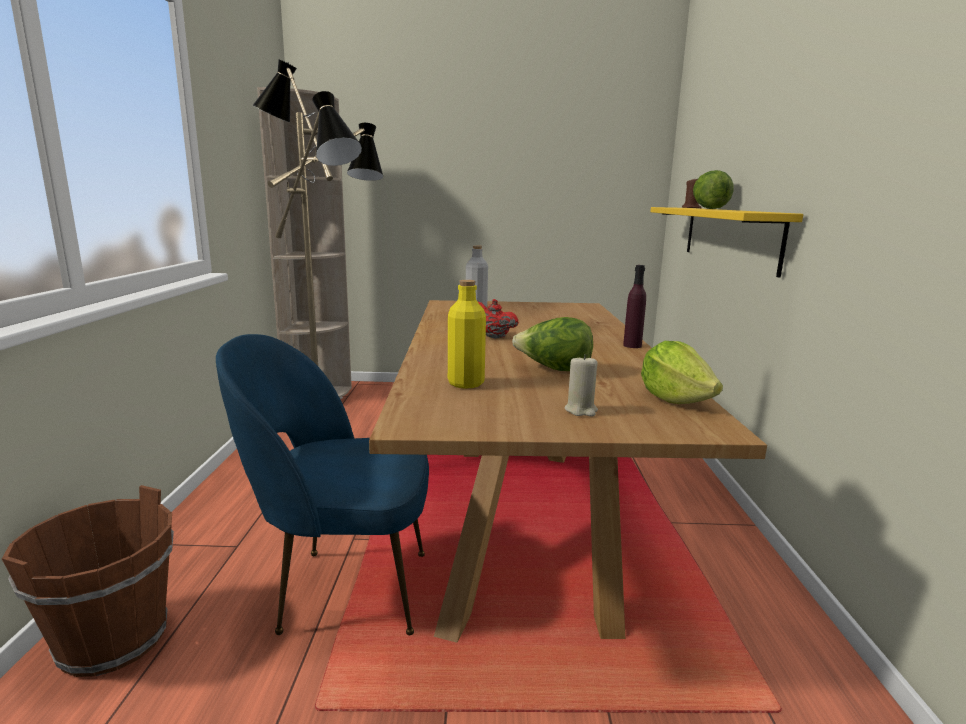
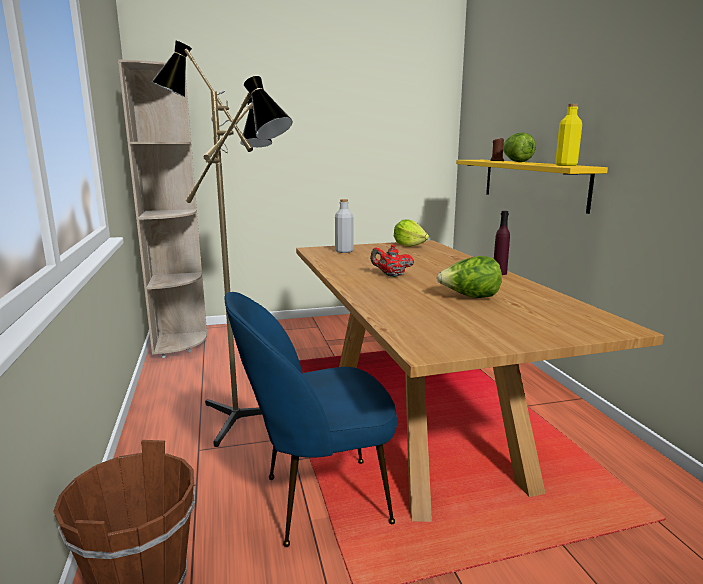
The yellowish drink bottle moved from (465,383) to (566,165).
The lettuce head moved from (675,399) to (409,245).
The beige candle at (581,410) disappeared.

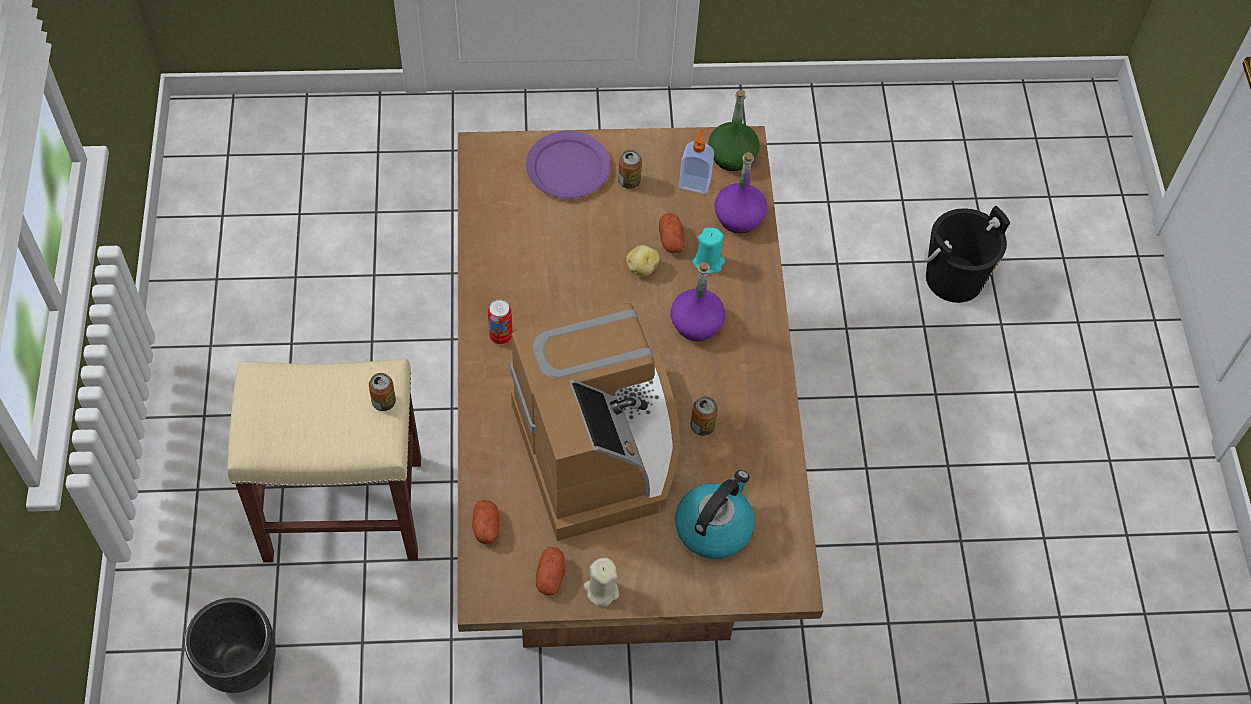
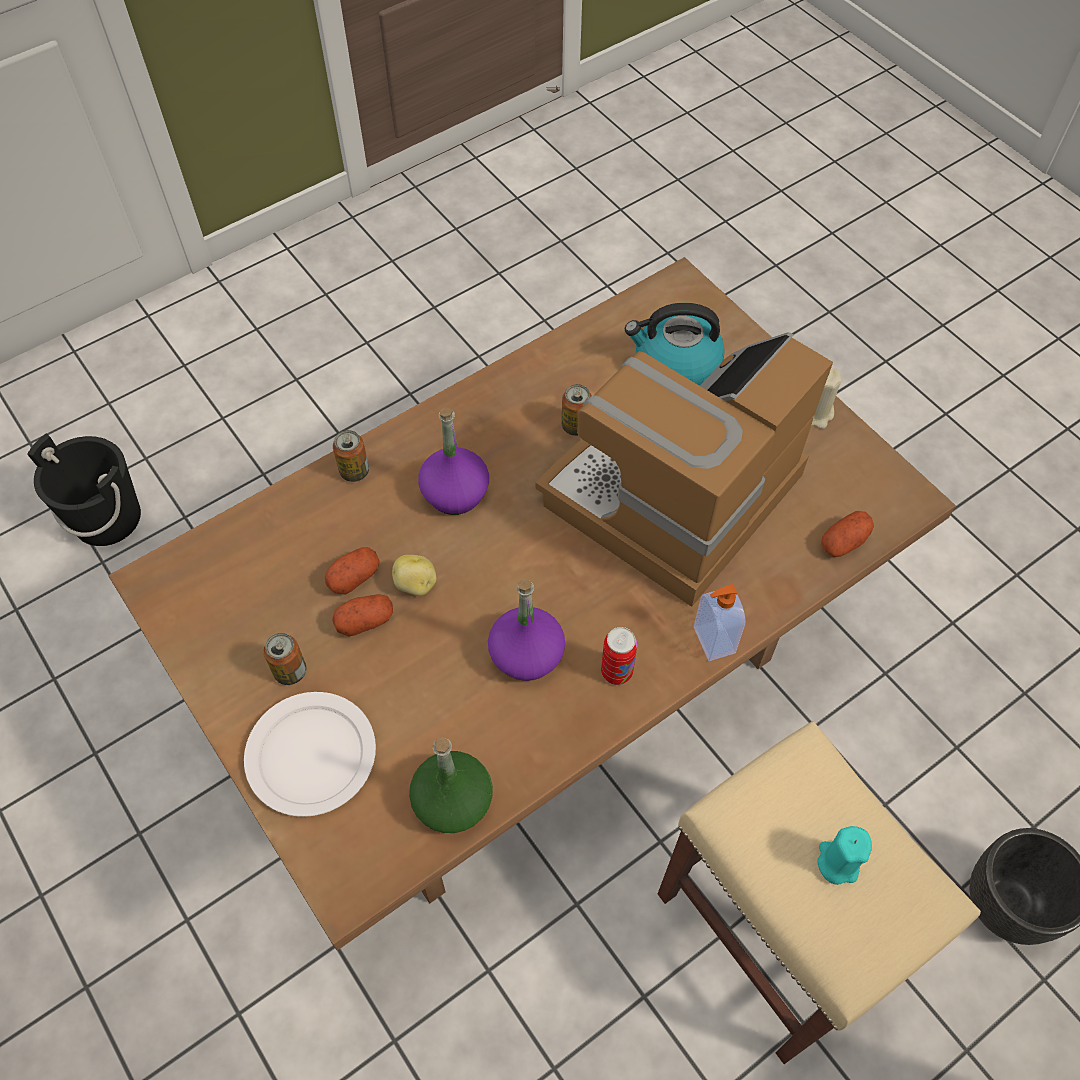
The green-coloured drink bottle moved from (731,156) to (453,801).
The liquid soap bottle moved from (695,183) to (712,641).
The purplish plate at (568,168) became the white plate at (311,754).
The purplish drink bottle moved from (739,217) to (526,655).
The turquoise candle moved from (708,262) to (838,862).
The sealed can moved from (384,402) to (354,471).
The whole potato moved from (550,576) to (365,621).

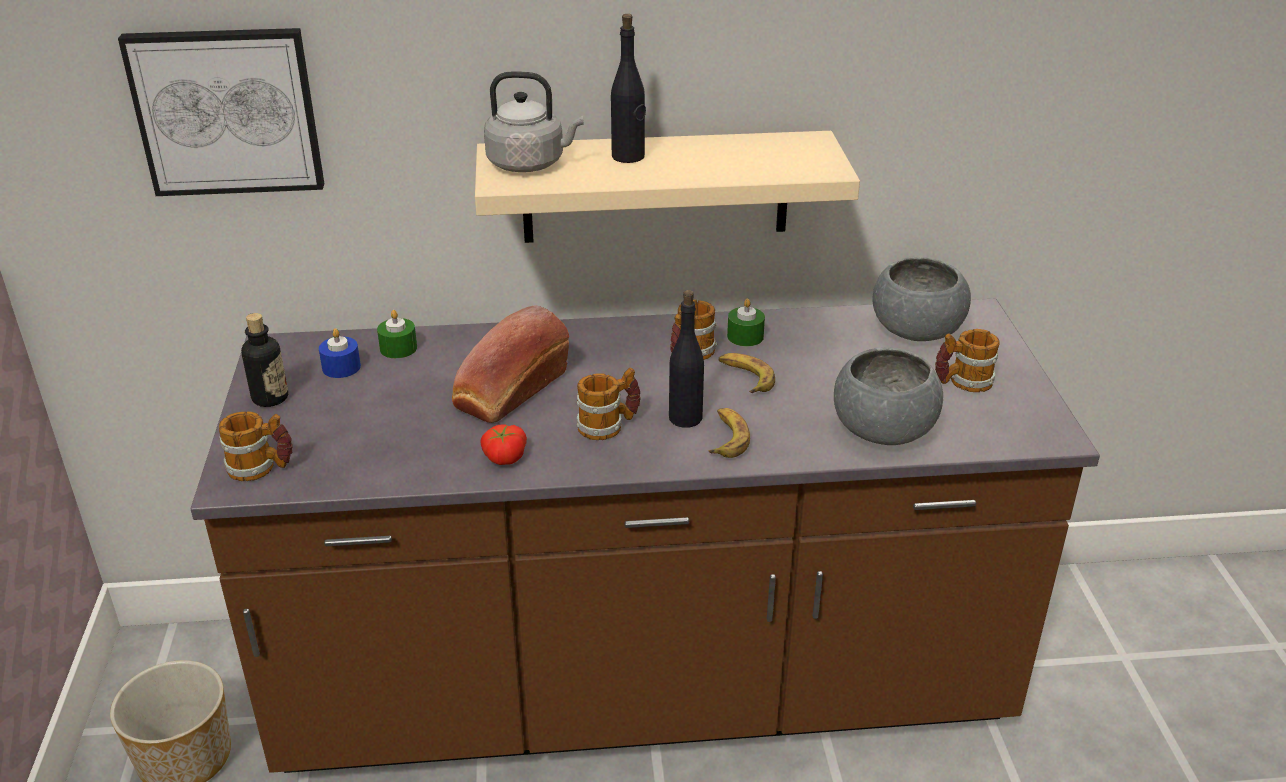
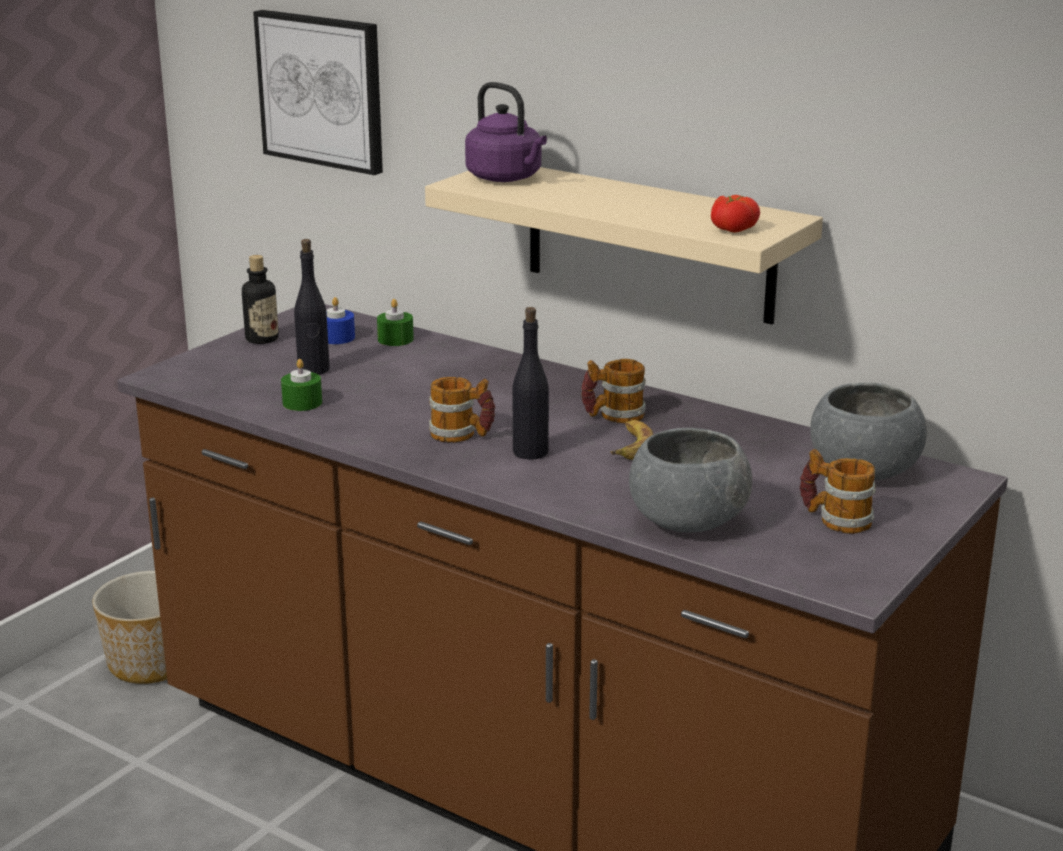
The blackish drink bottle moved from (628,157) to (313,370).
The greyish water kettle at (530,164) became the purplish water kettle at (507,178).
The green-coloured candle moved from (745,336) to (302,403).
The baked bread at (509,391) disappeared.
The banana at (726,437) disappeared.
The mug at (261,468) disappeared.
The fresh tomato moved from (503,457) to (731,229).

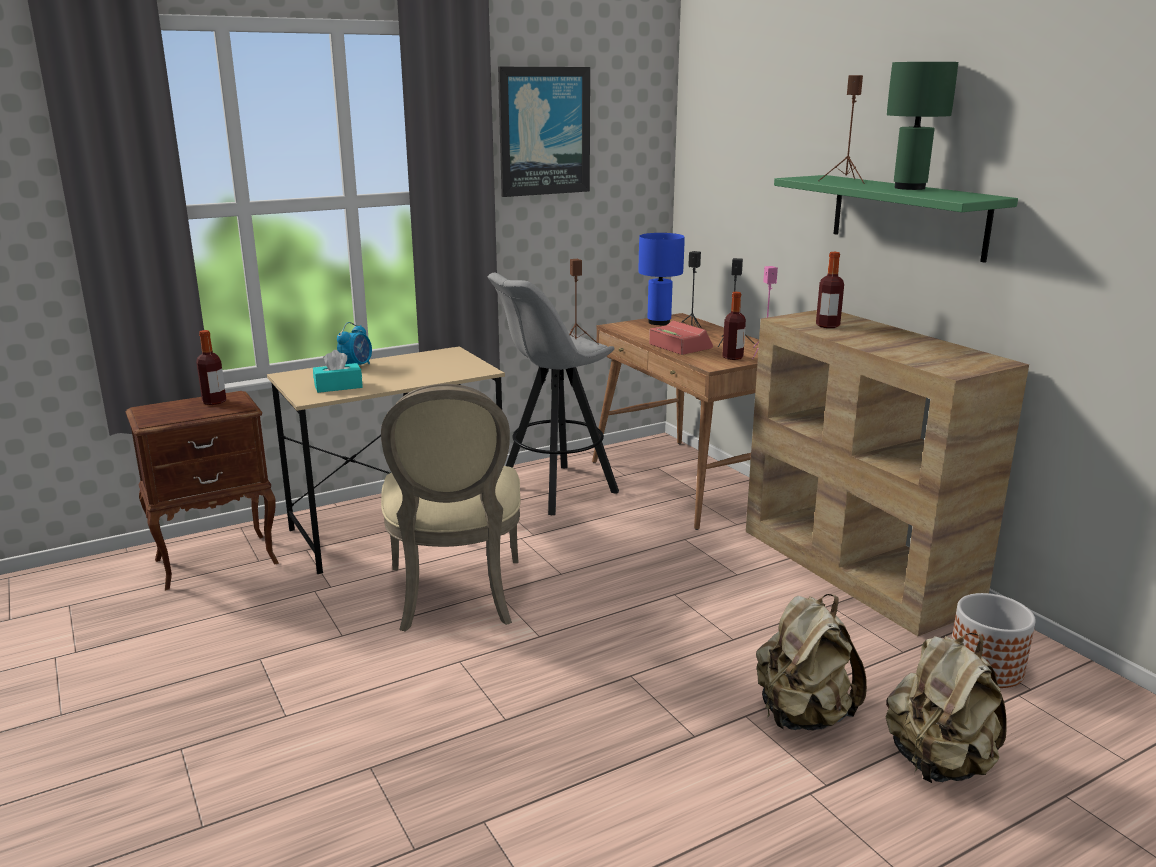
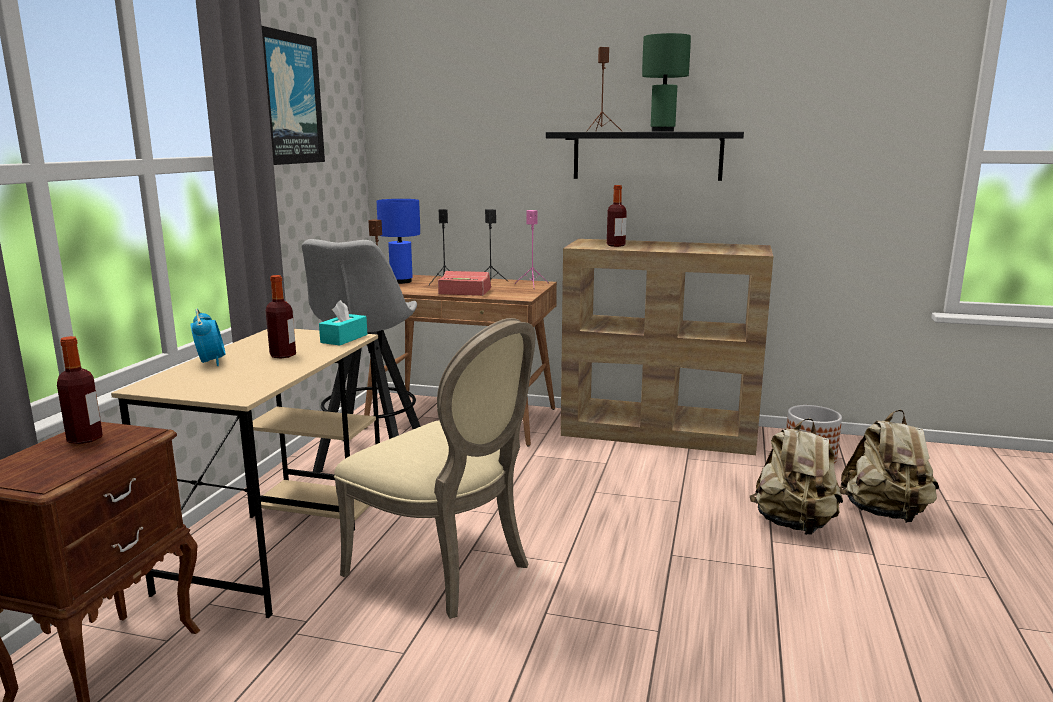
The green-coloured wall shelf at (908,216) became the blackish wall shelf at (647,156).
The drink bottle moved from (732,357) to (283,355).
The turquoise tissue box moved from (338,387) to (344,338).

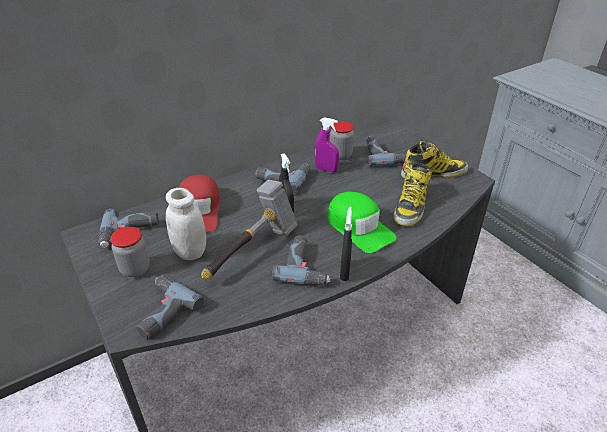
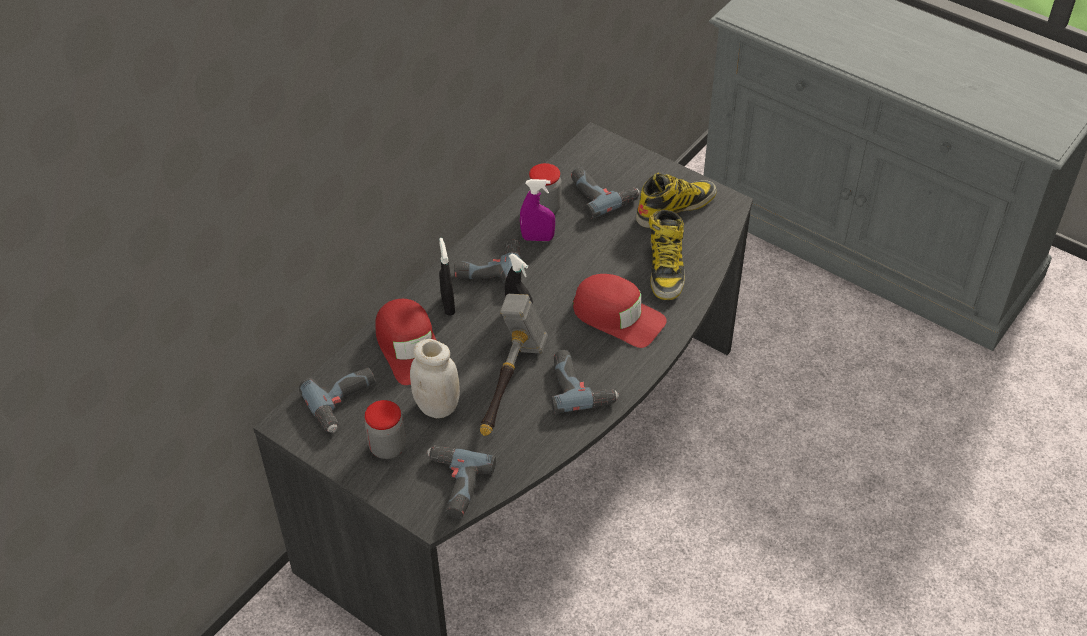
The green-coloured peaked cap at (359,228) became the red peaked cap at (617,316).
The blackish sprayer moved from (345,272) to (448,305).

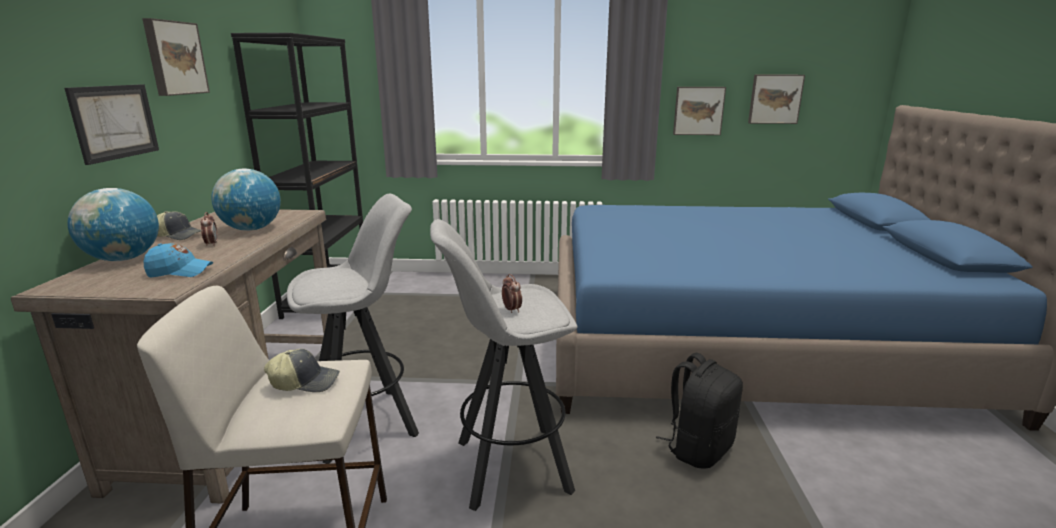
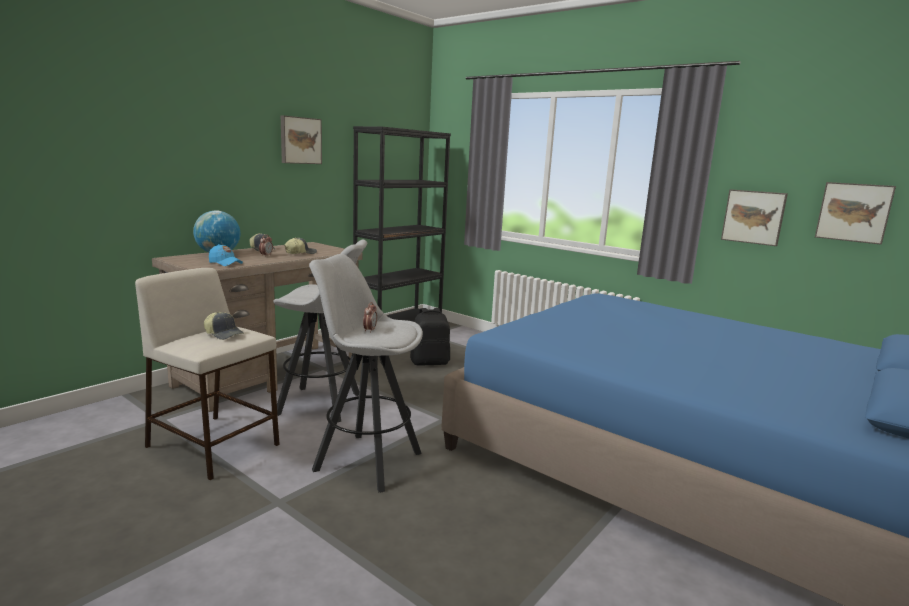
The wall picture at (114,122) disappeared.
The desk globe at (251,229) was replaced by the peaked cap at (300,253).
The blackish rucksack moved from (698,448) to (430,362).

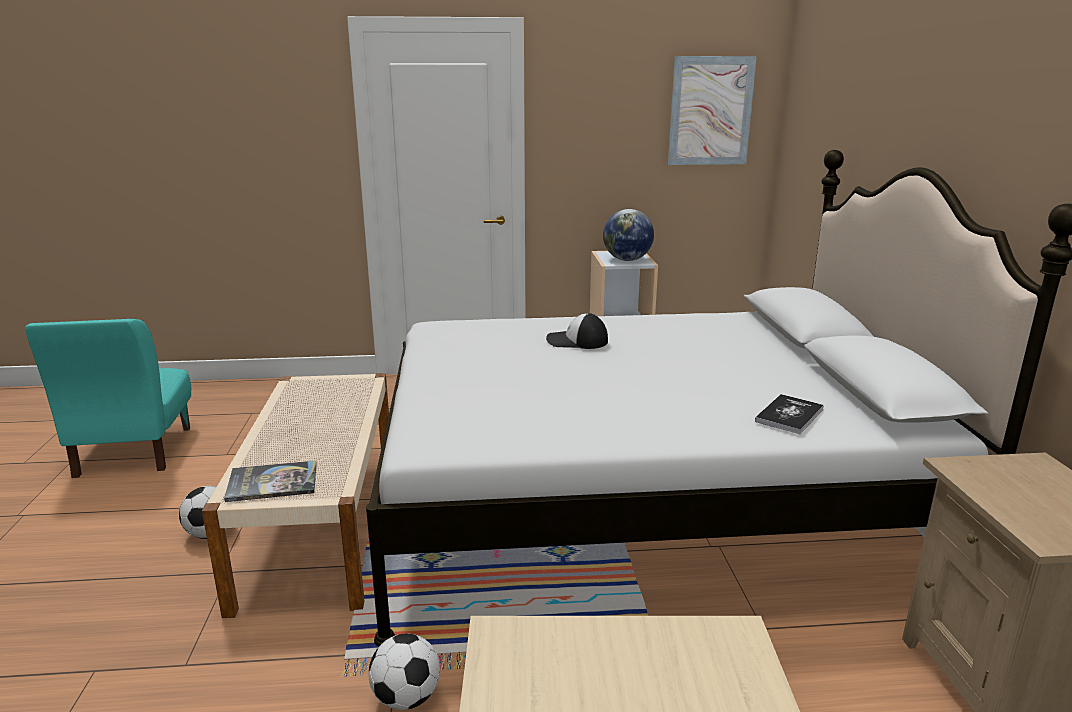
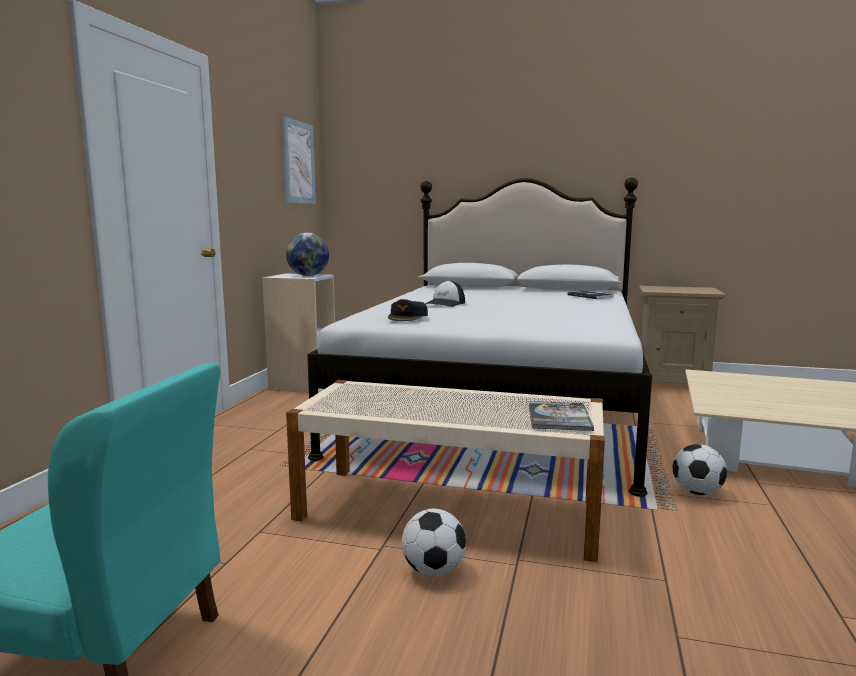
The blackish peaked cap at (408,317) appeared.

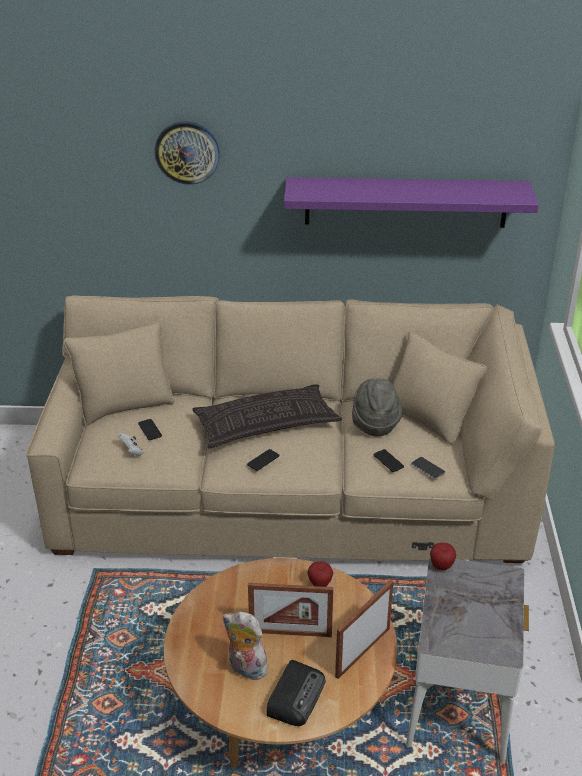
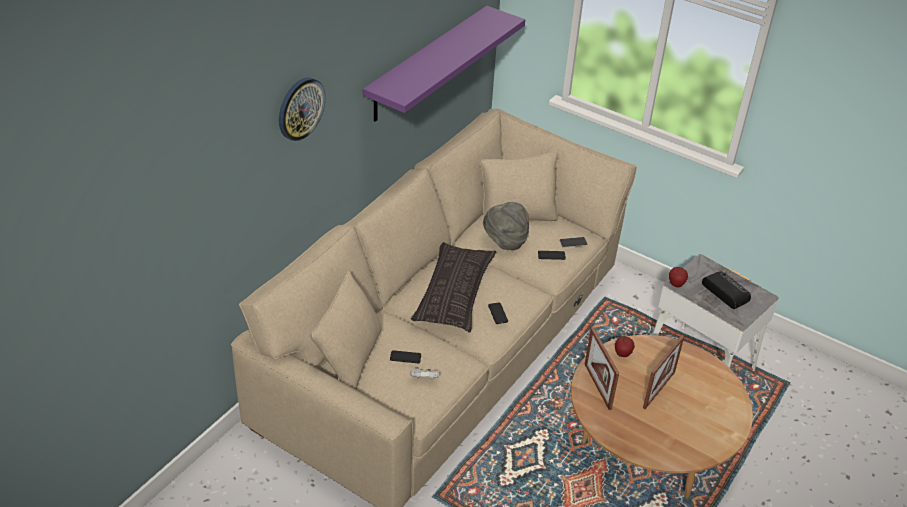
The photo frame moved from (363,652) to (597,386).
The cuddly toy at (245,669) disappeared.
The radio moved from (296,696) to (725,292).

